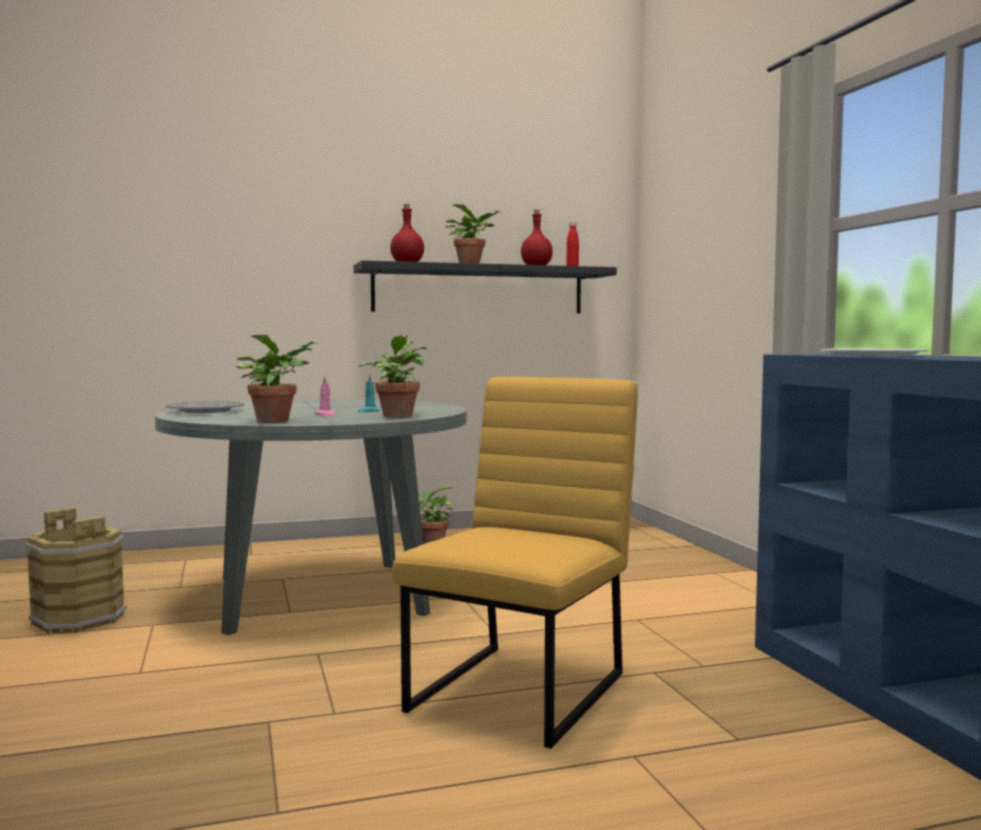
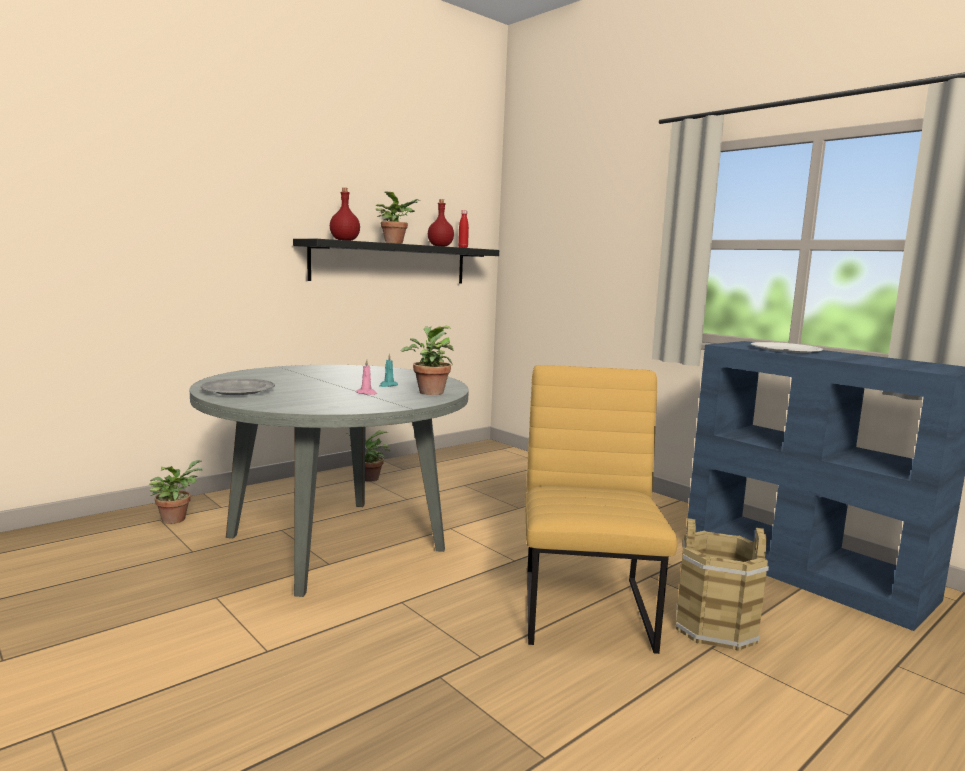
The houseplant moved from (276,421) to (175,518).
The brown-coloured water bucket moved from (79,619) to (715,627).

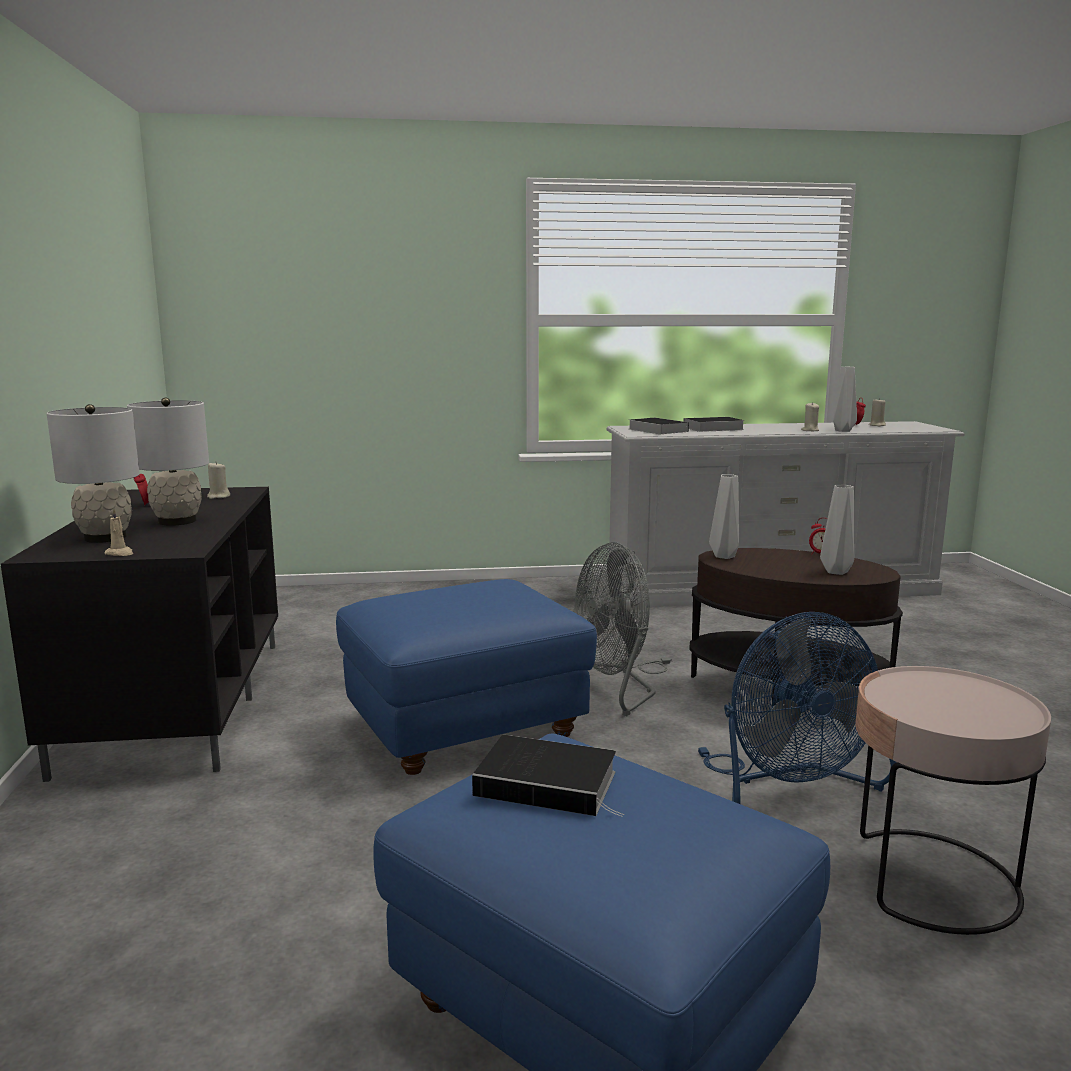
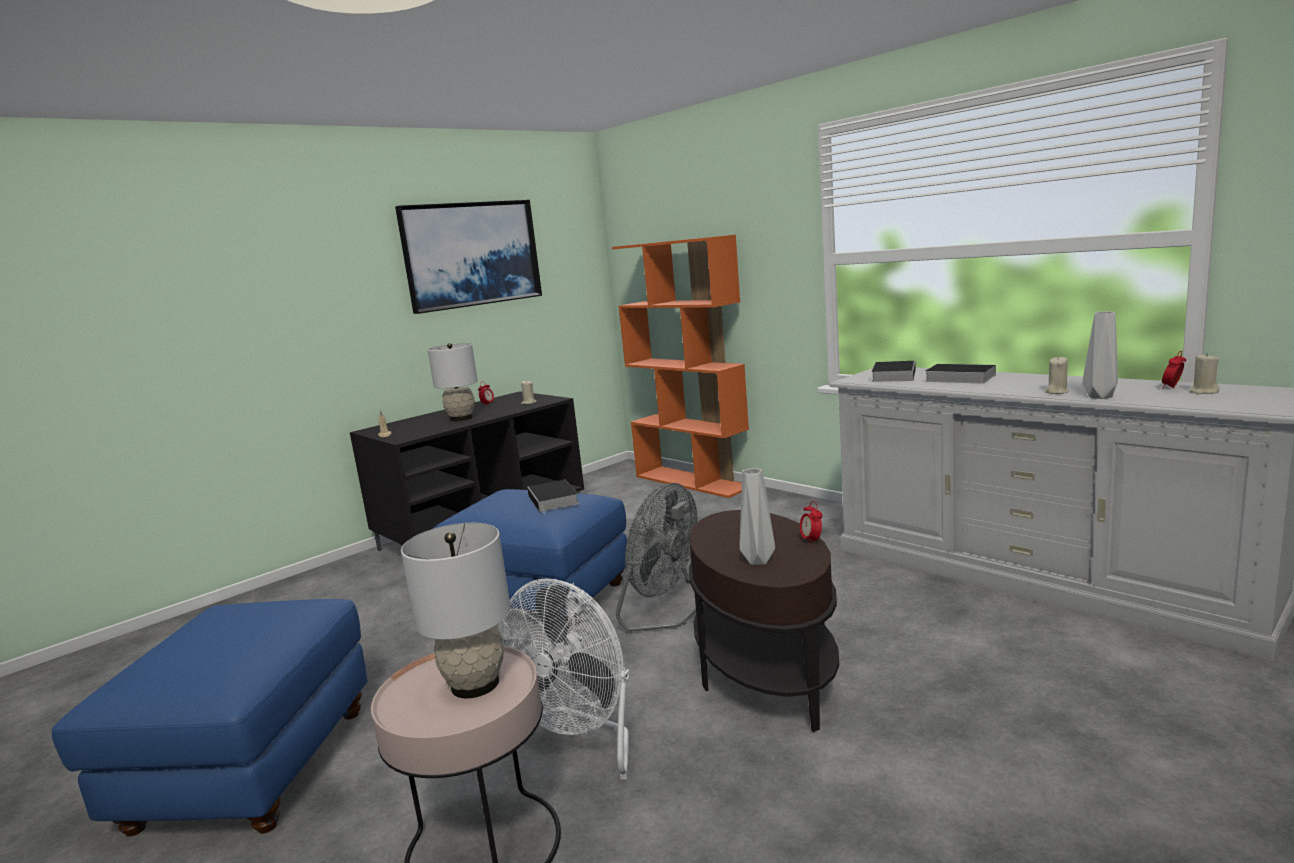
The white table lamp moved from (105,538) to (475,685).
The greyish vase at (725,556) disappeared.
The blue cooling fan at (782,788) became the white cooling fan at (576,733).
The bound book moved from (550,783) to (554,500).
The wall picture at (471,254) appeared.
The orange shelving unit at (693,481) appeared.

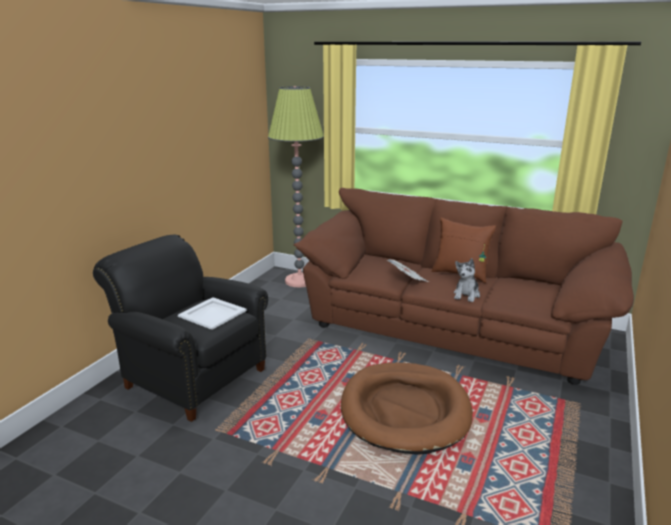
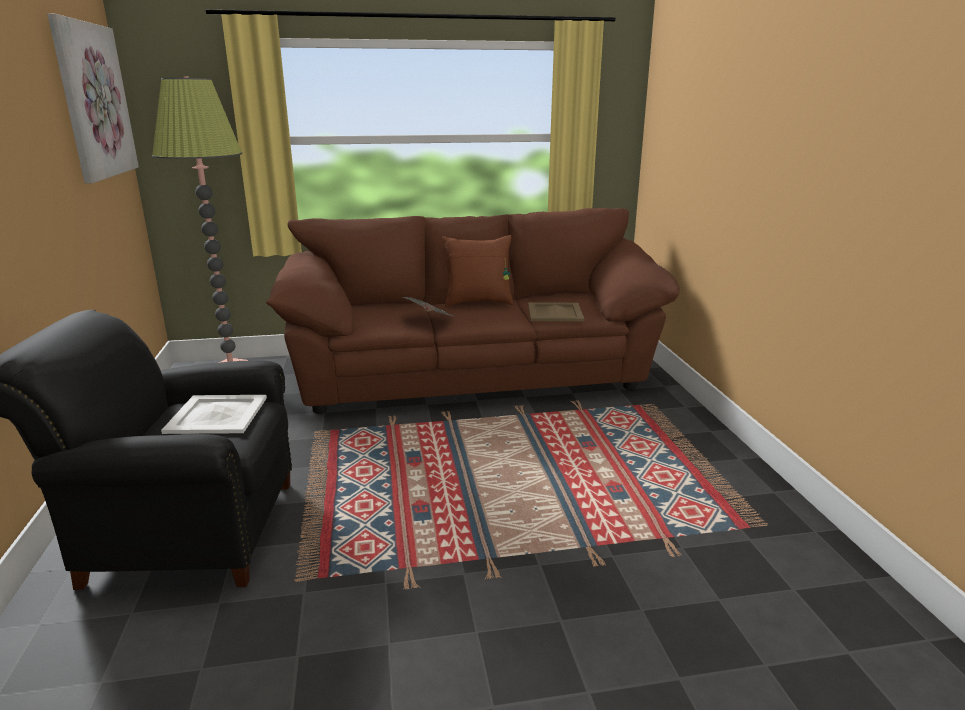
The cuddly toy at (466,295) disappeared.
The brown-coloured dog cushion at (405,410) disappeared.
The wall picture at (95,101) appeared.
The beige carrying tray at (555,312) appeared.

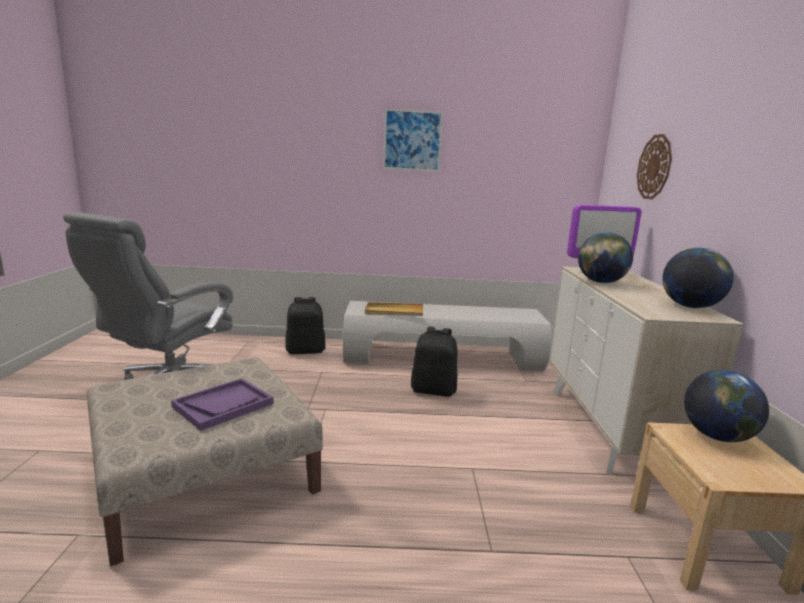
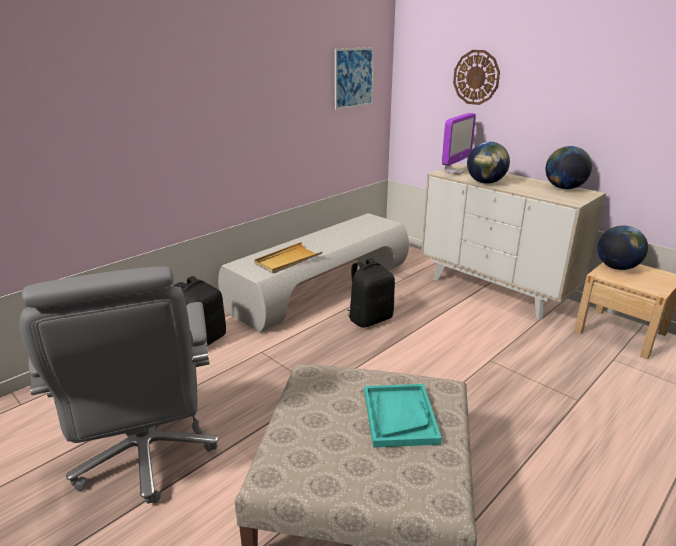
The wall picture moved from (412,140) to (354,78).
The purplish carrying tray at (223,405) became the turquoise carrying tray at (399,416).

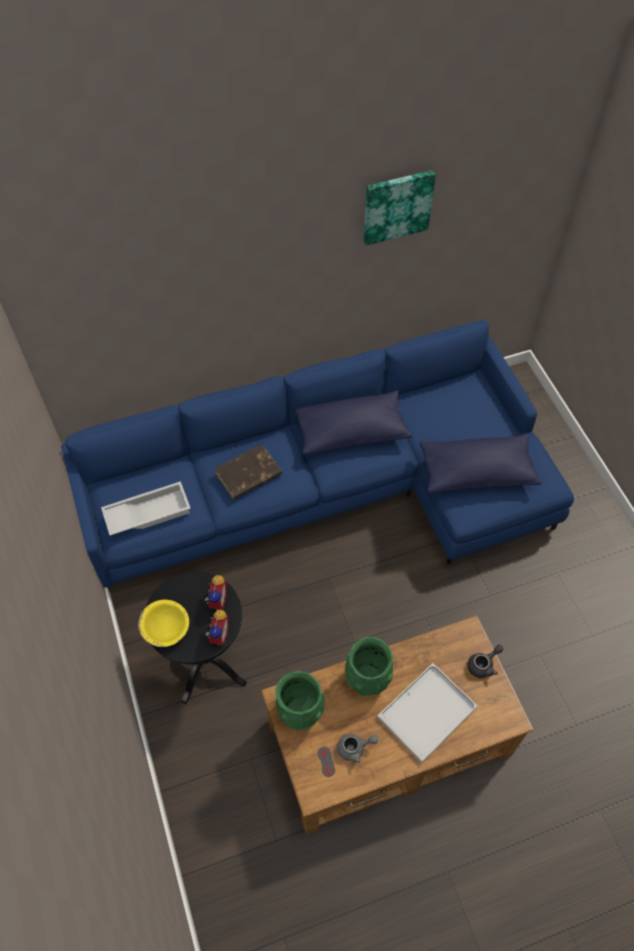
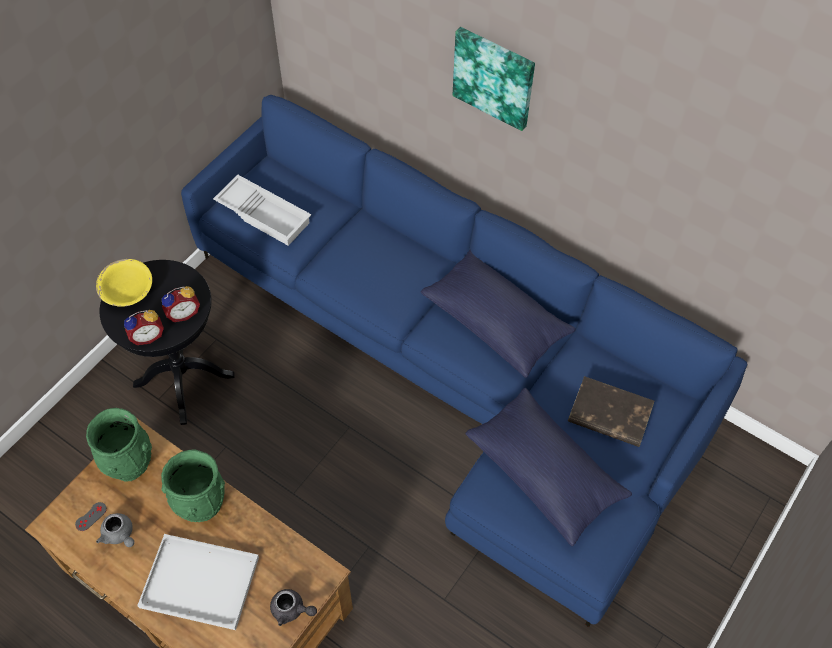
The wall picture moved from (397,206) to (494,77).
The brown-coloured bound book moved from (247,474) to (609,414).

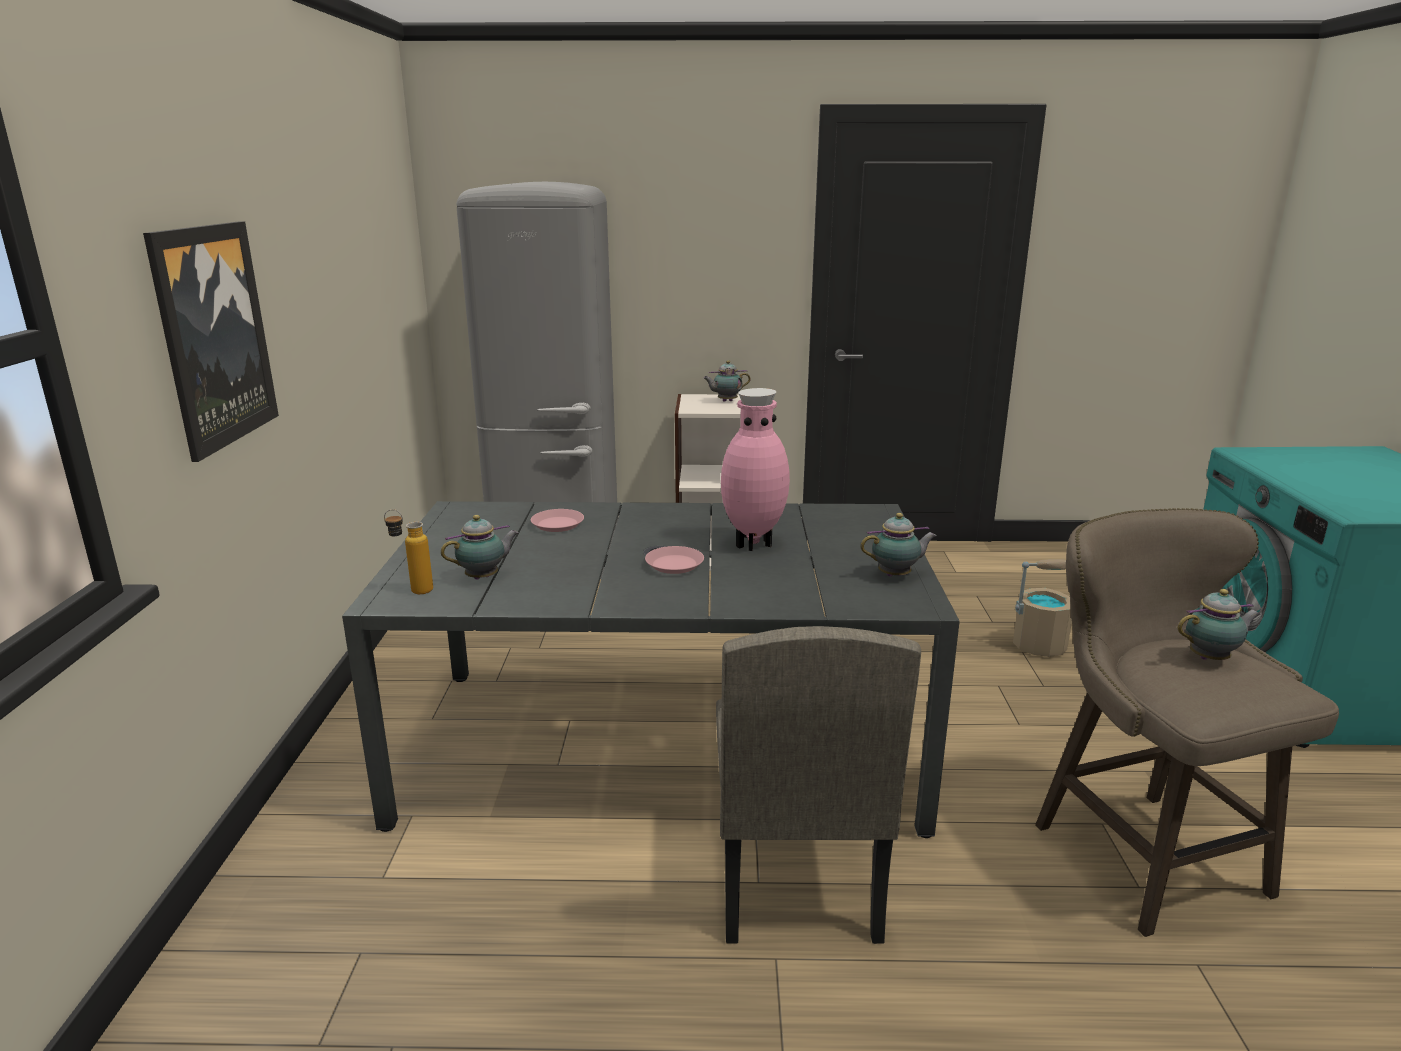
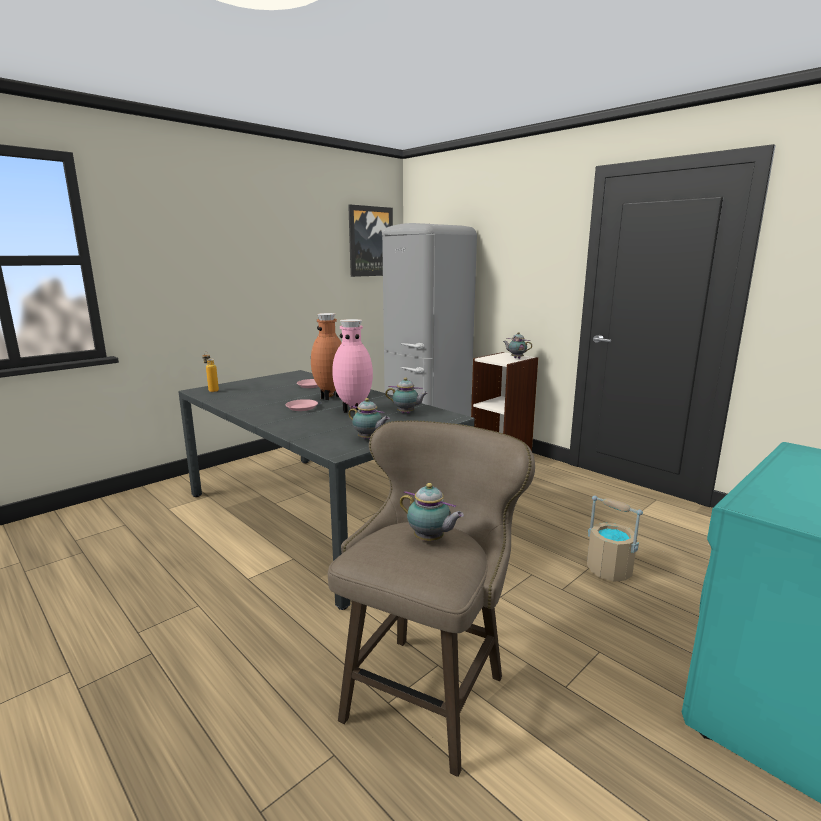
The wall picture moved from (213,336) to (370,241).
The teapot moved from (484,577) to (407,413).
The beige plain chair at (793,872) disappeared.
The brown-coloured vase at (330,397) appeared.

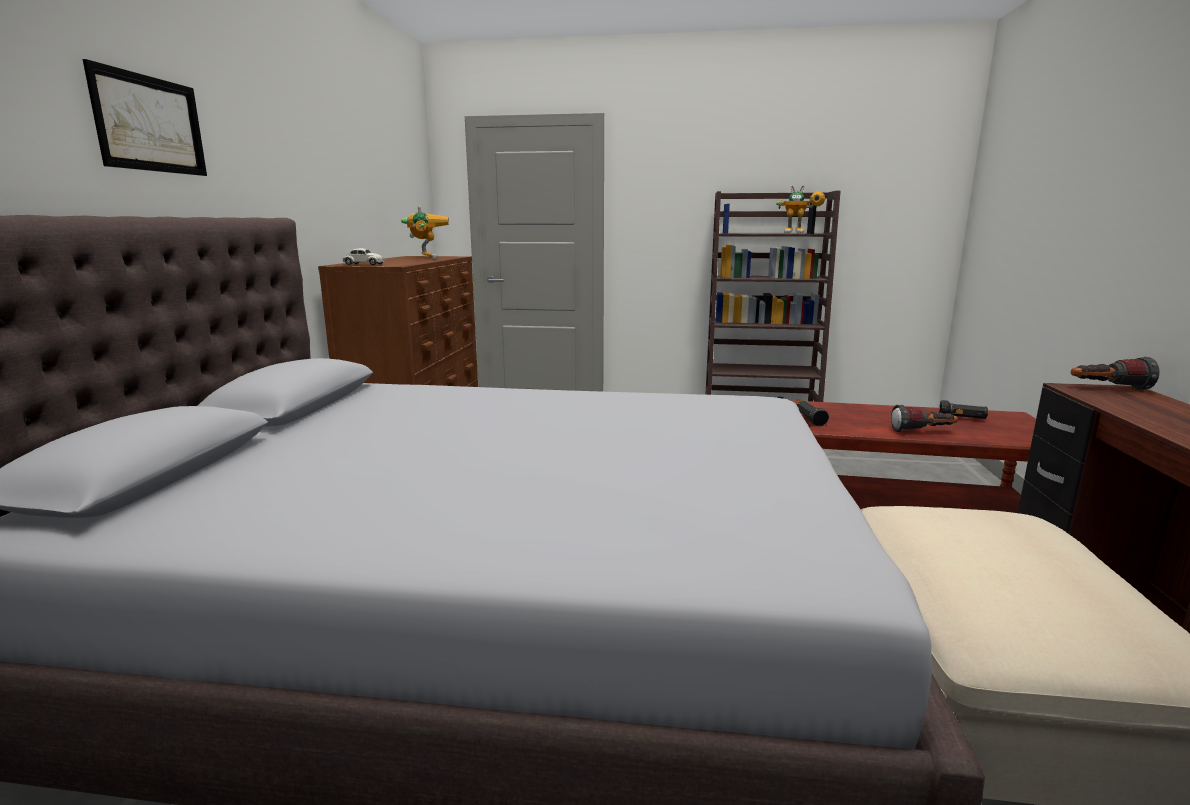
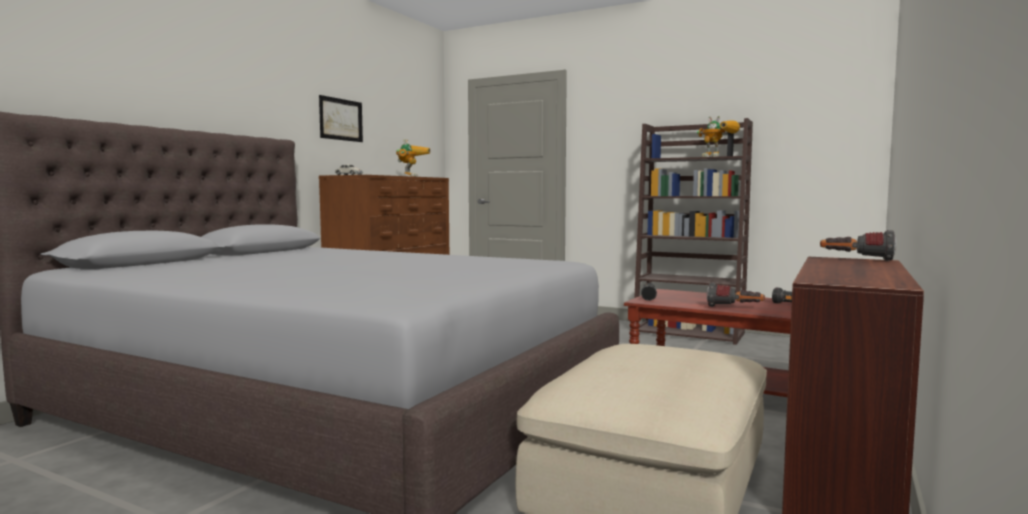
The wall picture moved from (150,124) to (341,119).

